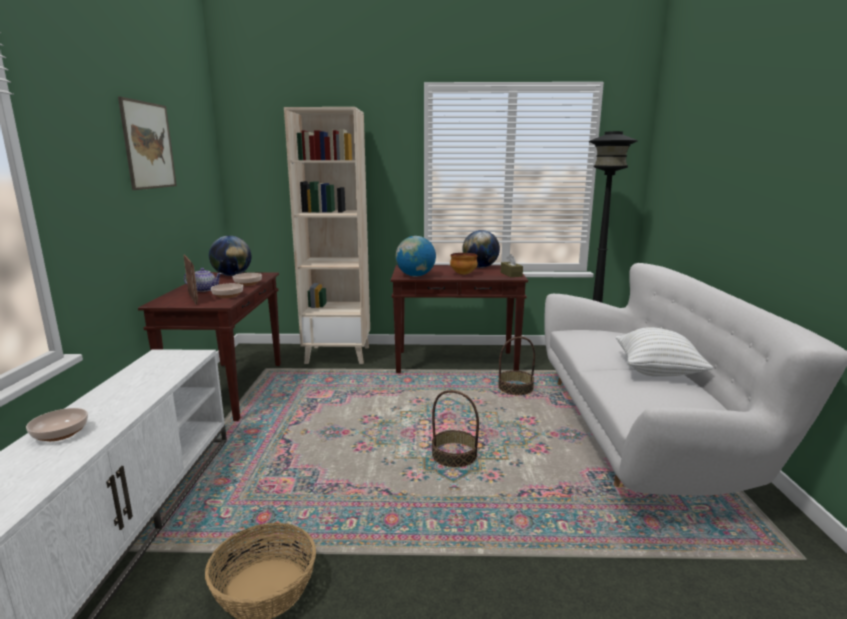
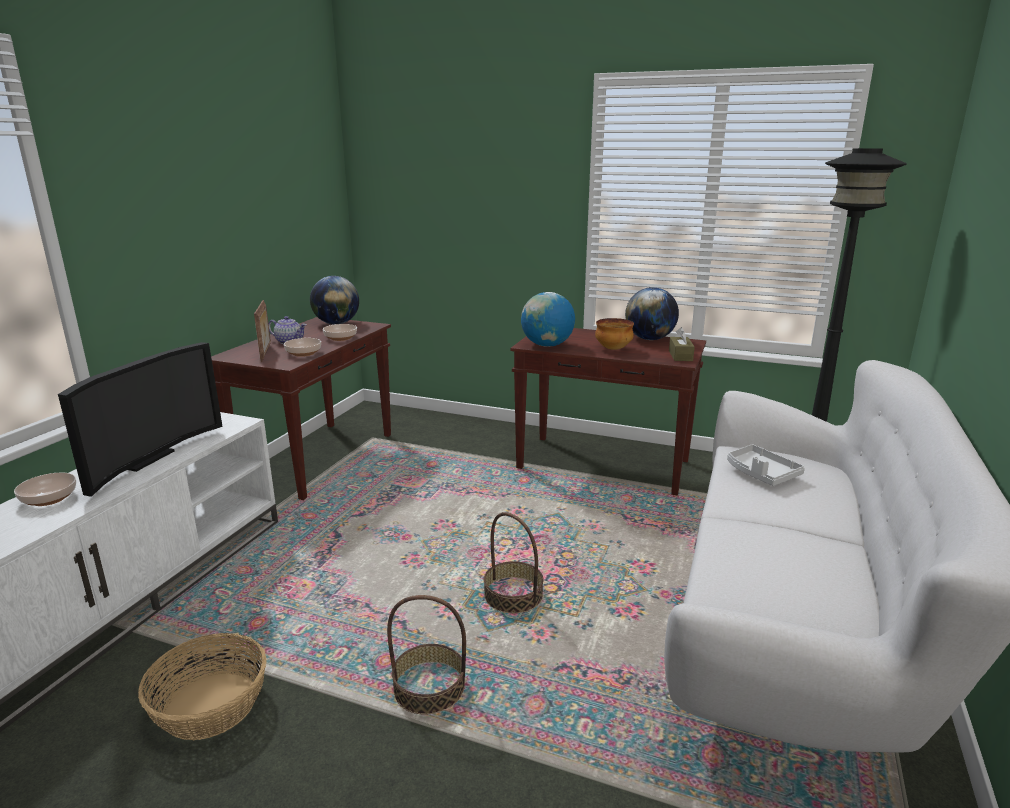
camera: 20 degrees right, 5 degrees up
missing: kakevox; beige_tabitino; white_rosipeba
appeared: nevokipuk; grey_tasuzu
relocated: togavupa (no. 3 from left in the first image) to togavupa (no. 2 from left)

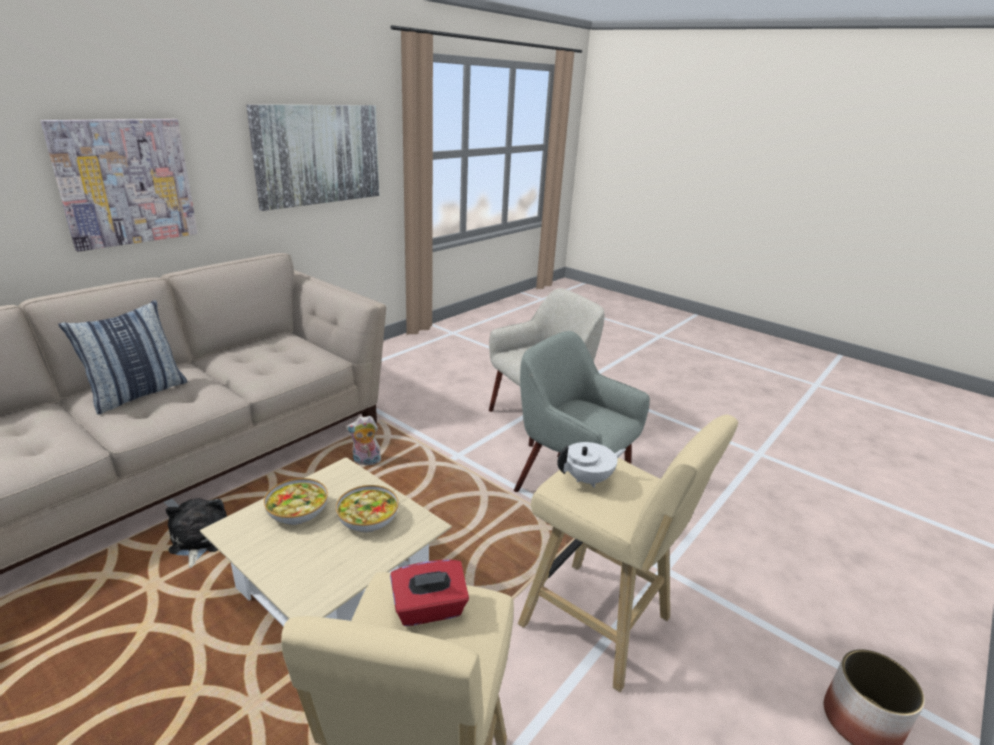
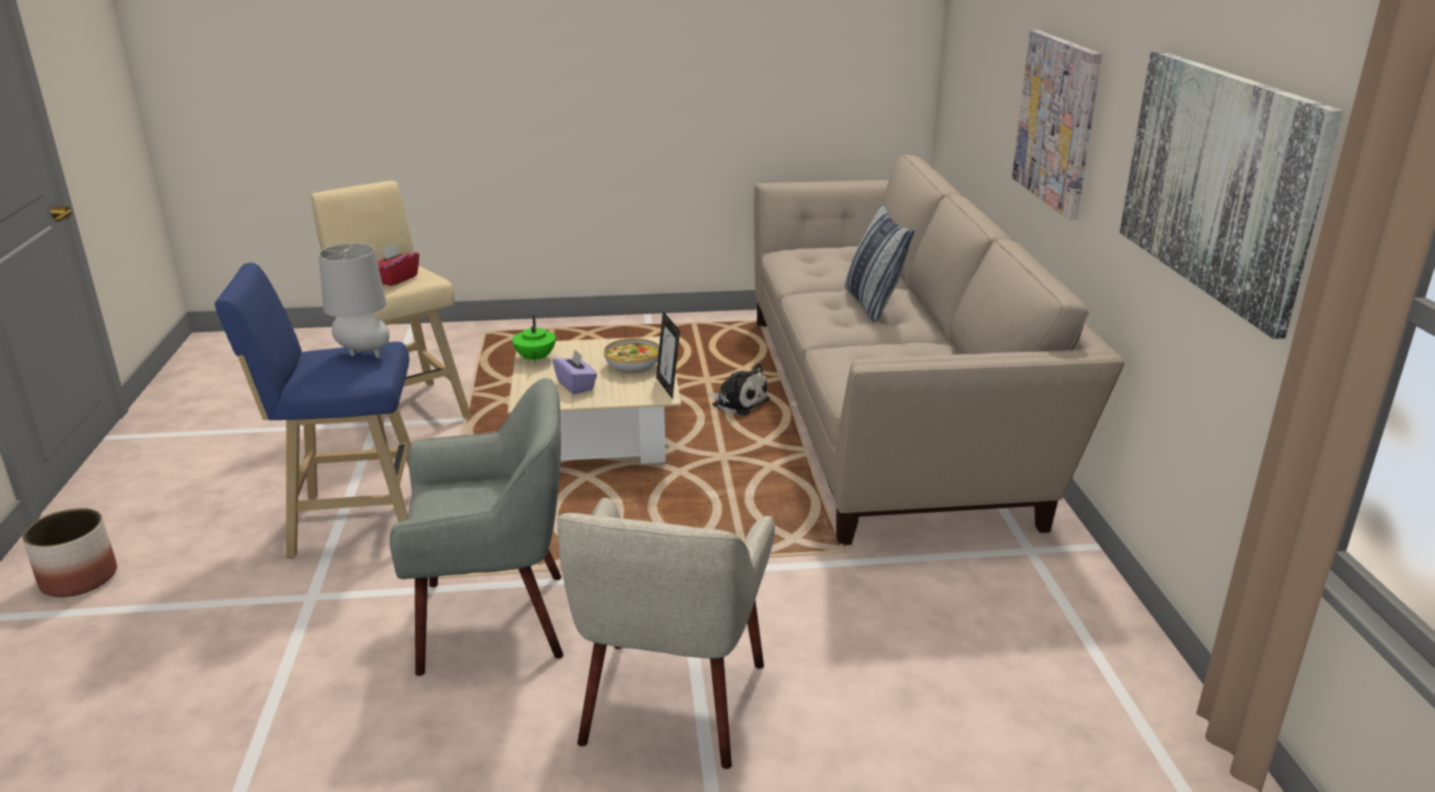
camera: 135 degrees right, 0 degrees up
missing: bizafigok (no. 2 from left)
appeared: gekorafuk; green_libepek
exchanged: white_libepek to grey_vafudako; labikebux (no. 2 from left) to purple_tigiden
colour: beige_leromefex (no. 2 from left) to blue_leromefex

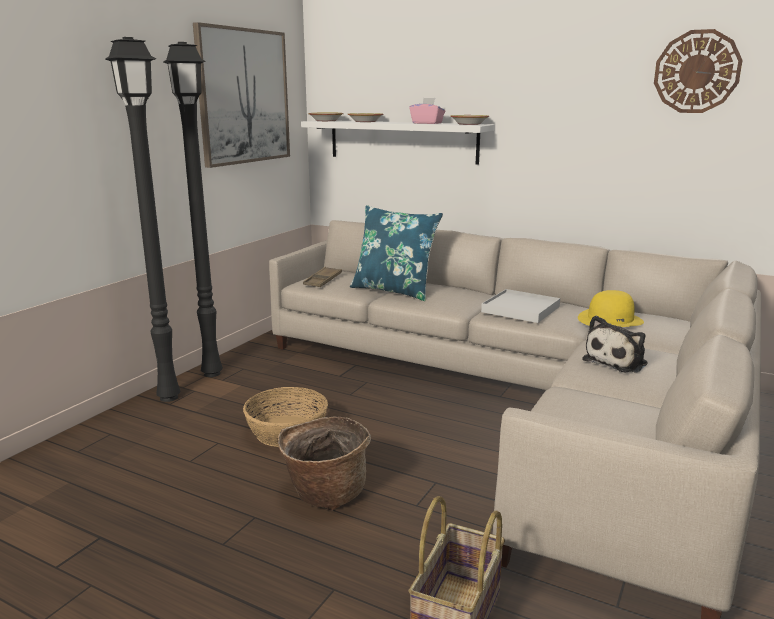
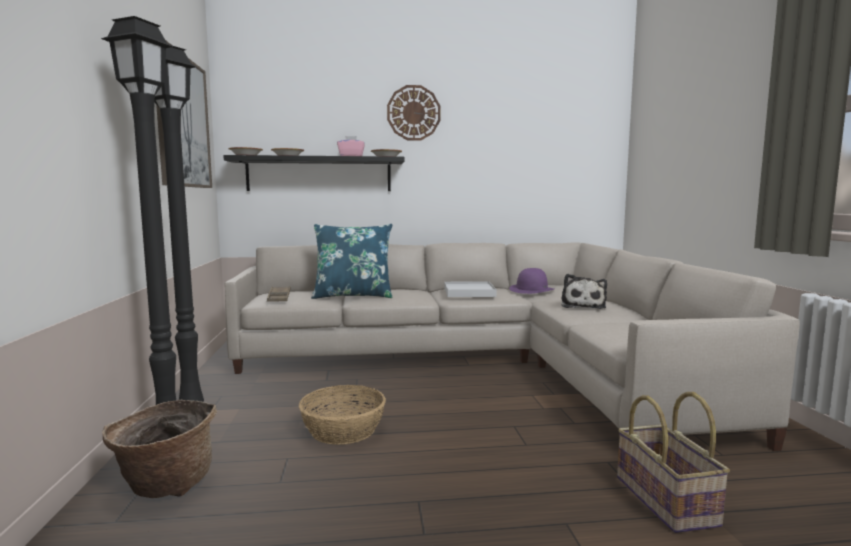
camera: 35 degrees left, 10 degrees down
relocated: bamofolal; togavupa (no. 2 from left in the first image) to togavupa (no. 1 from left)
colour: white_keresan to black_keresan; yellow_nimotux to purple_nimotux

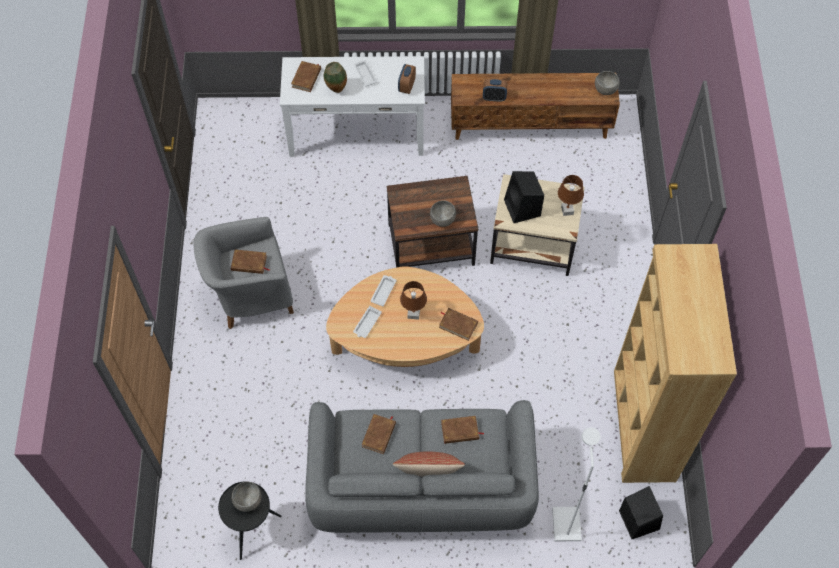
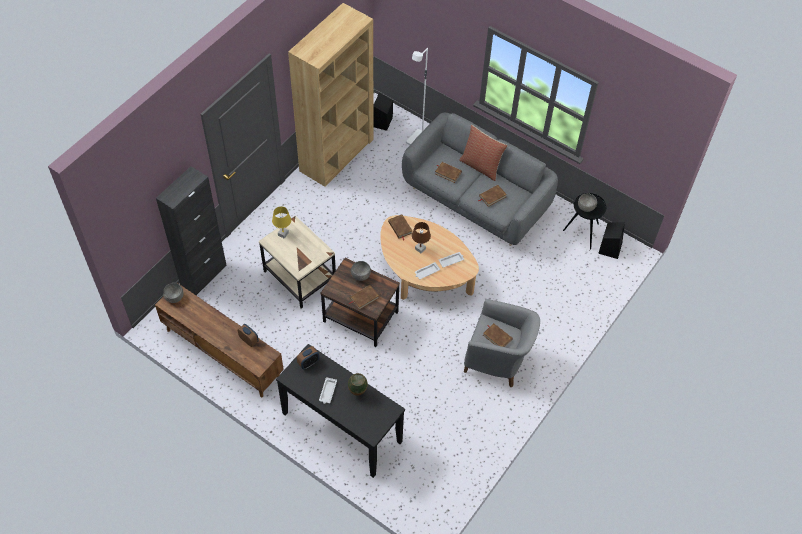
camera: 145 degrees left, 5 degrees down
appeared: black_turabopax
relocated: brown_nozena (no. 2 from left in the first image) to brown_nozena (no. 1 from left); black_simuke (no. 1 from left in the first image) to black_simuke (no. 2 from left)
colour: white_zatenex to black_zatenex; brown_vafudako (no. 2 from left) to yellow_vafudako

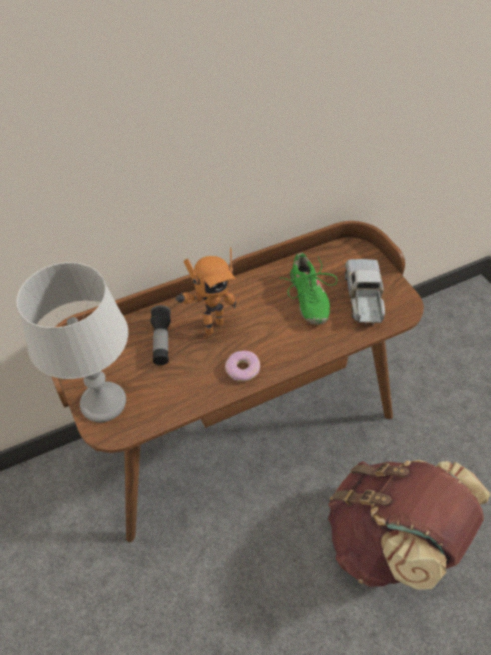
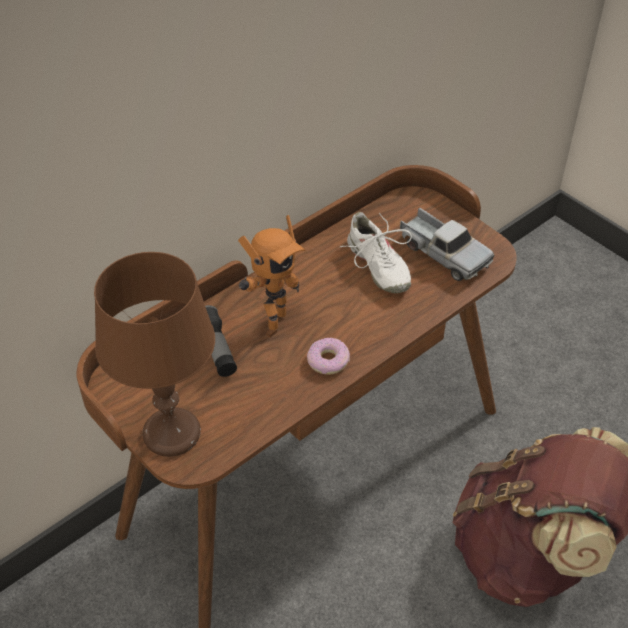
camera: 15 degrees left, 5 degrees down
colour: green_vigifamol to white_vigifamol; grey_vafudako to brown_vafudako
spun: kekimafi 150 degrees clockwise

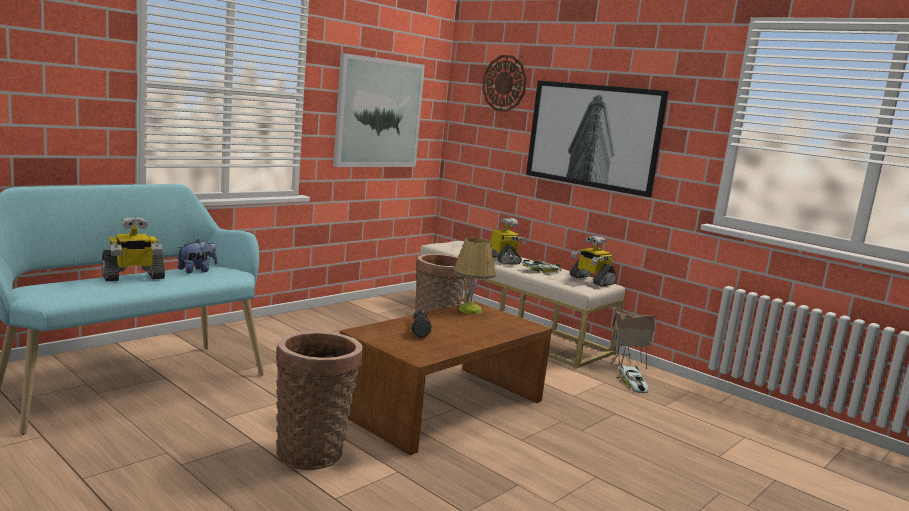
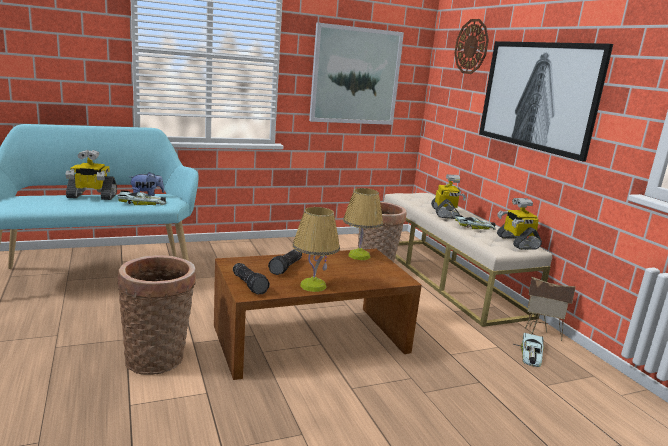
camera: 25 degrees right, 5 degrees up
appeared: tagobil (no. 1 from left); vafudako (no. 1 from left); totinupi (no. 1 from left)

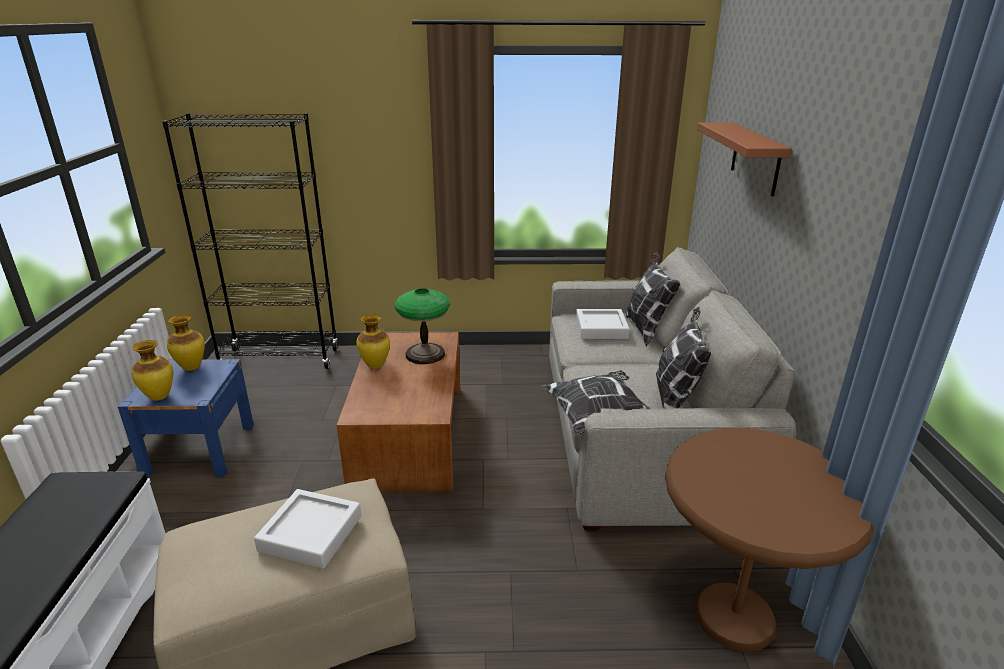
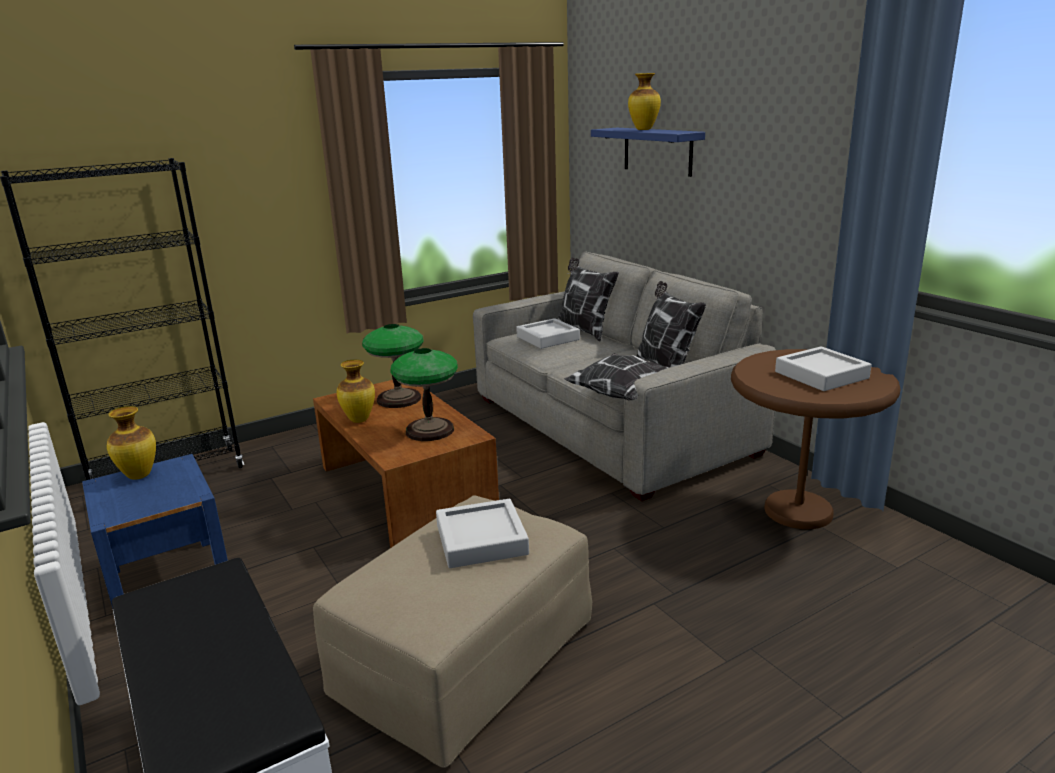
camera: 30 degrees left, 5 degrees down
appeared: grey_tasuzu (no. 3 from left); vafudako (no. 2 from left)
relocated: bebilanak (no. 1 from left in the first image) to bebilanak (no. 3 from left)
colour: brown_keresan to blue_keresan

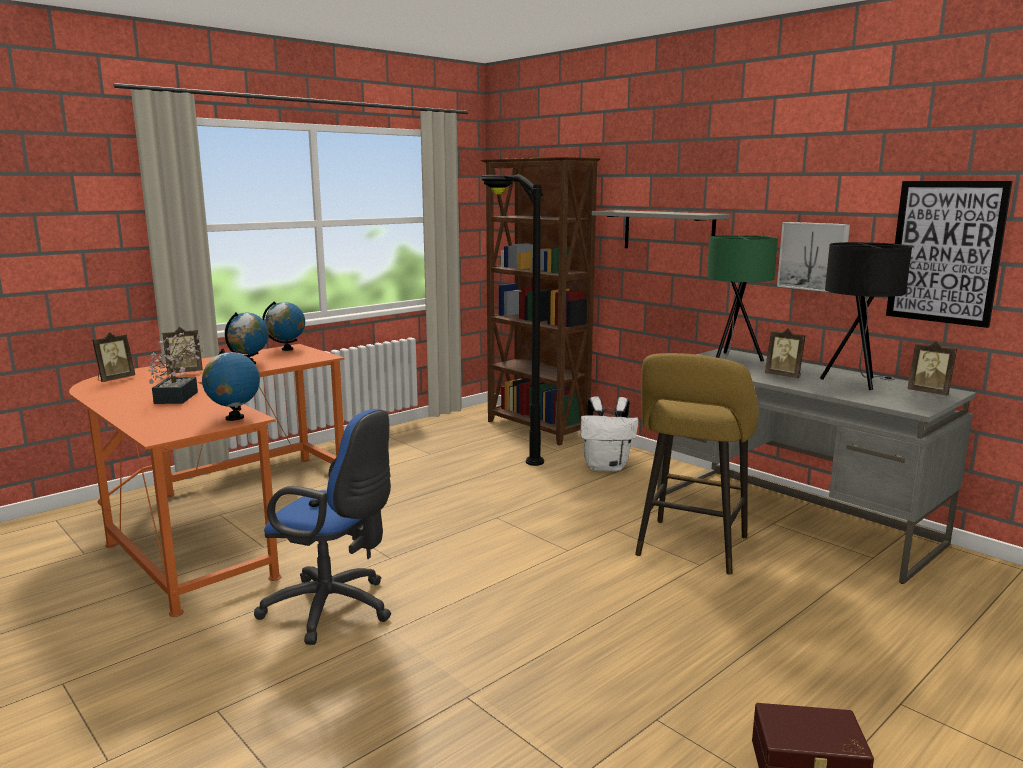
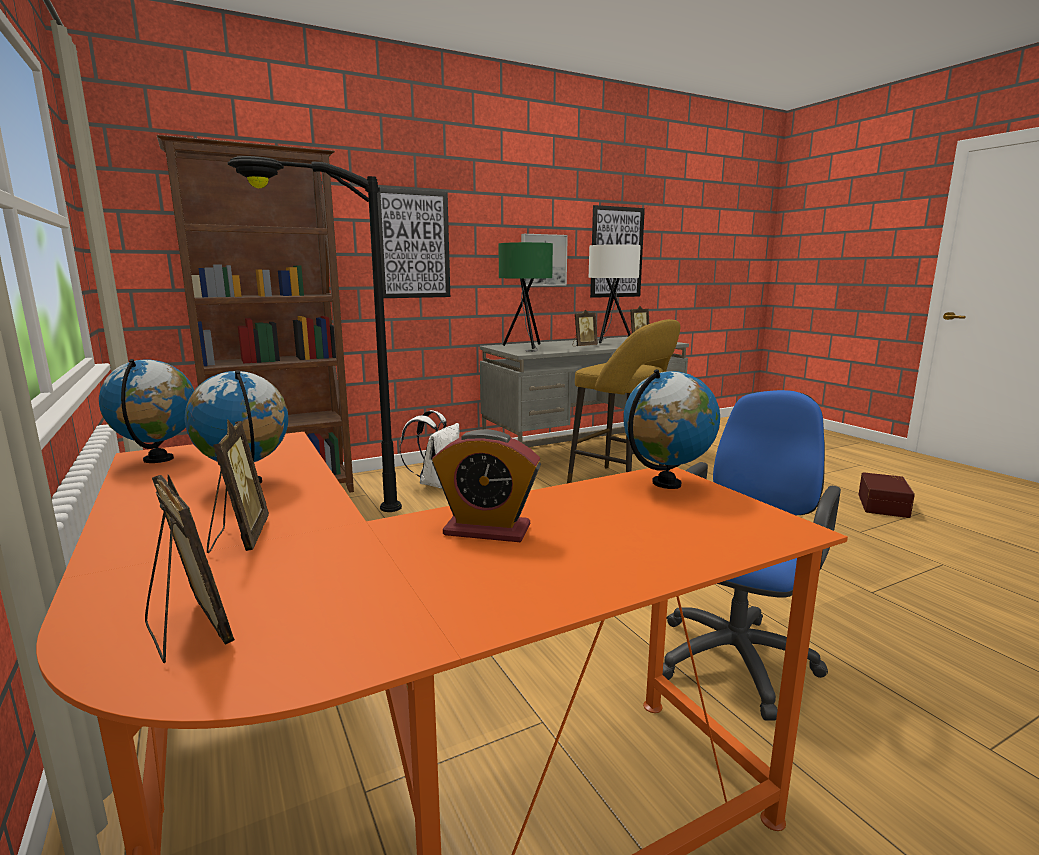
camera: 75 degrees left, 0 degrees up
exchanged: grey_keresan to kakevox (no. 1 from left); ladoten to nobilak
colour: black_vafudako to white_vafudako

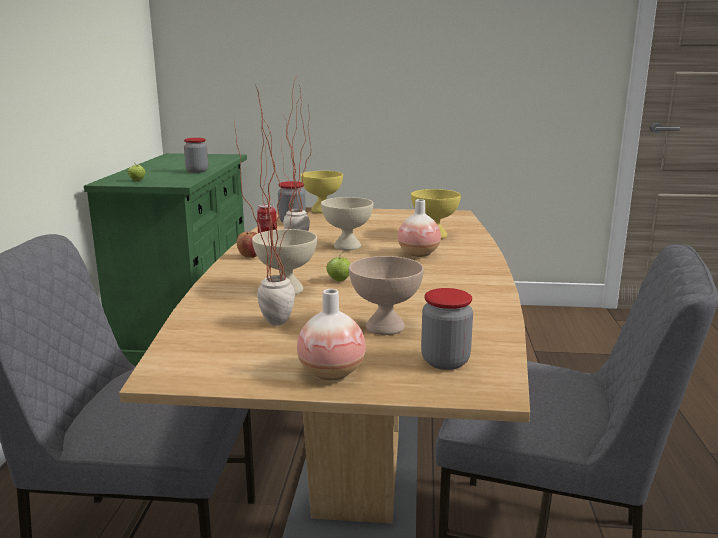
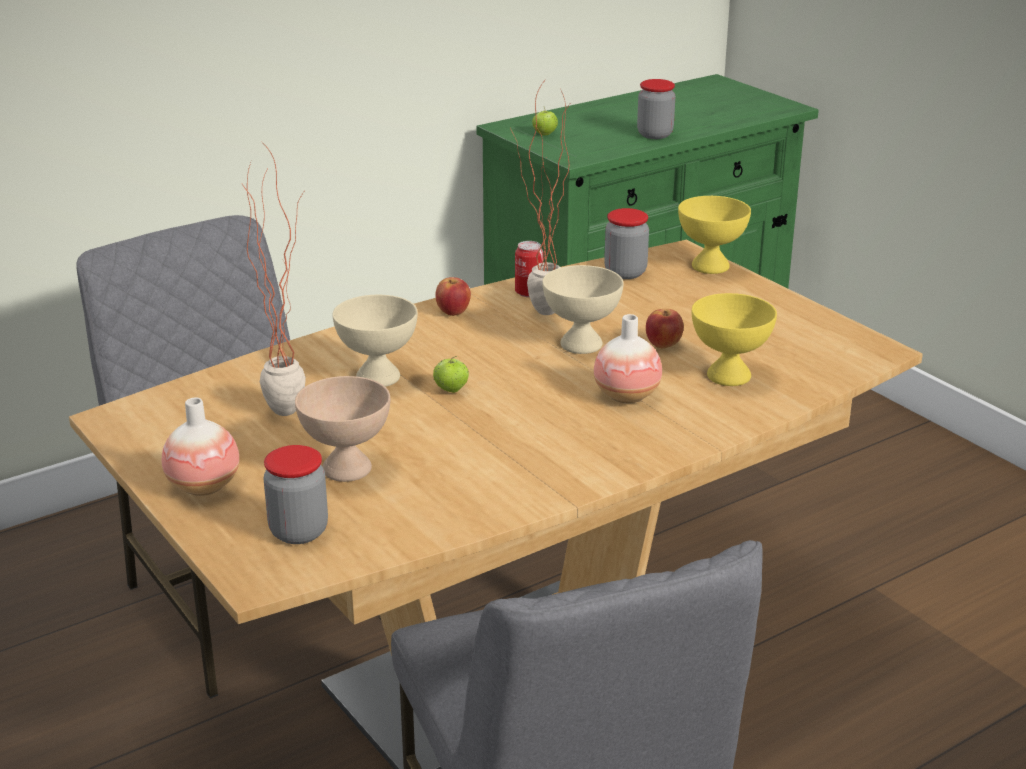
camera: 50 degrees right, 10 degrees up
appeared: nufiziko (no. 4 from left)

